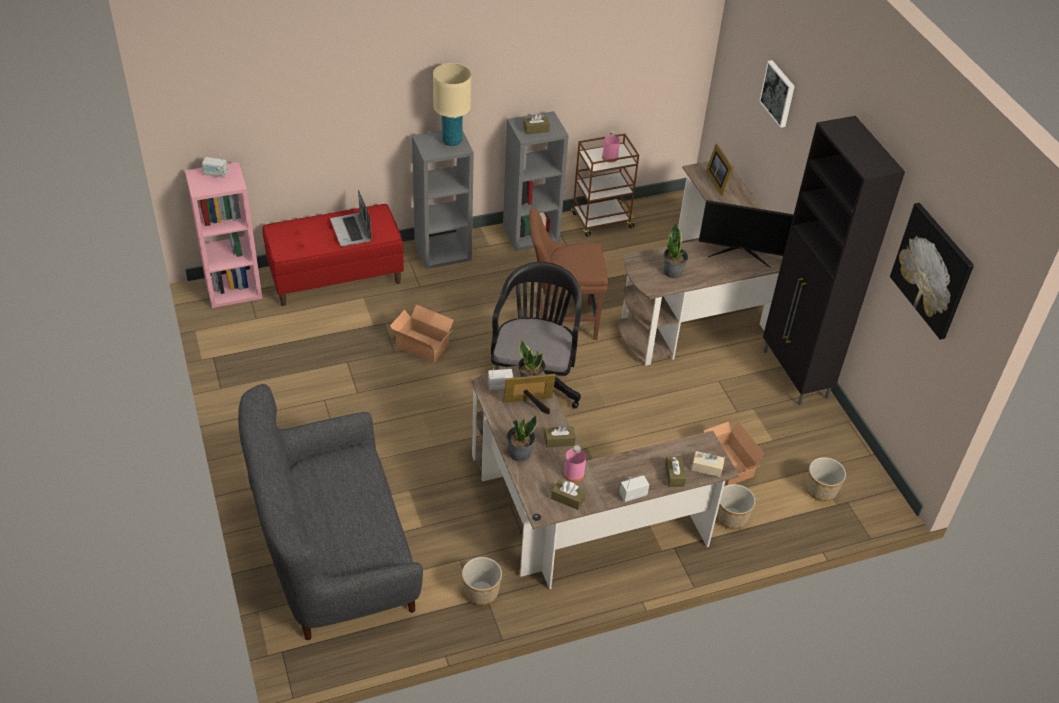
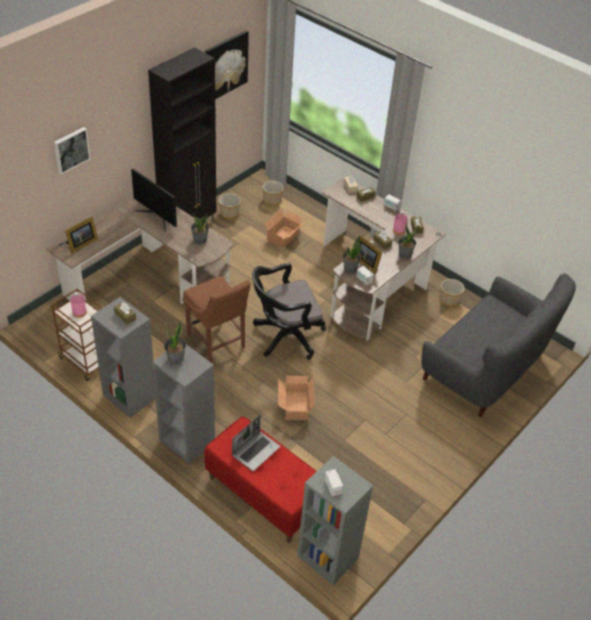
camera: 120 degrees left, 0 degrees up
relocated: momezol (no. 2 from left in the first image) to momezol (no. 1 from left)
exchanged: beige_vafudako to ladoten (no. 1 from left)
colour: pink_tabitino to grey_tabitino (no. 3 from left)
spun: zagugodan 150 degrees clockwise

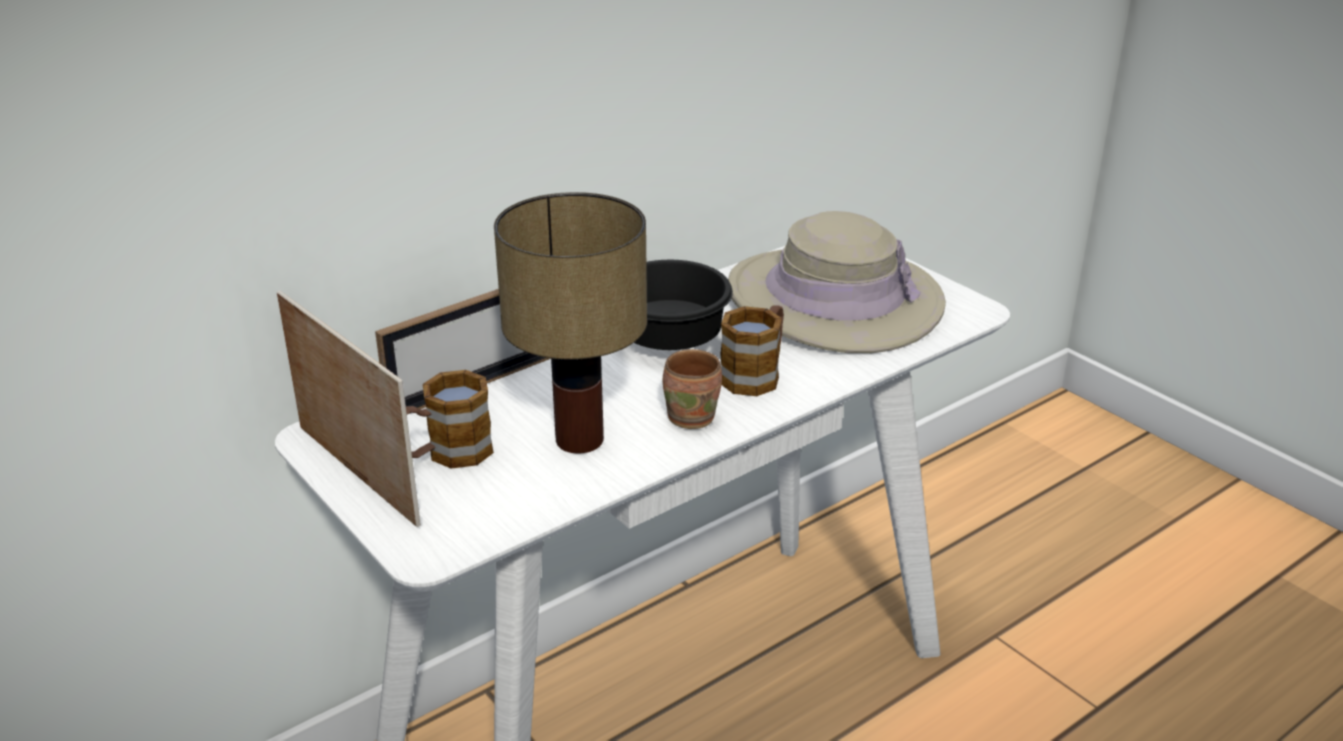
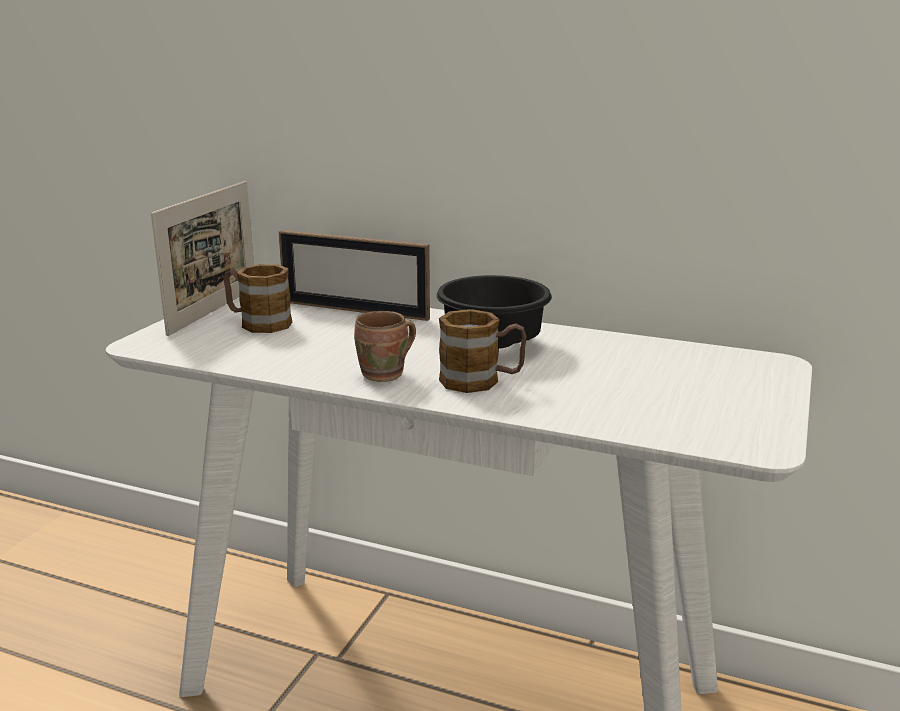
camera: 60 degrees right, 10 degrees down
missing: vafudako; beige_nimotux

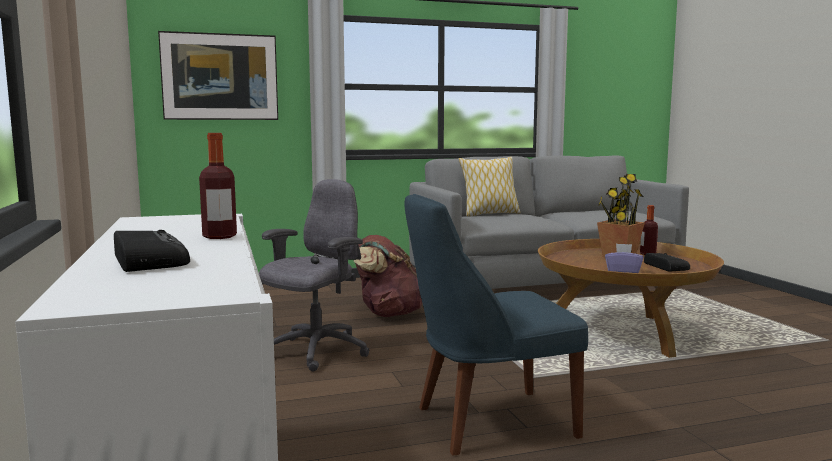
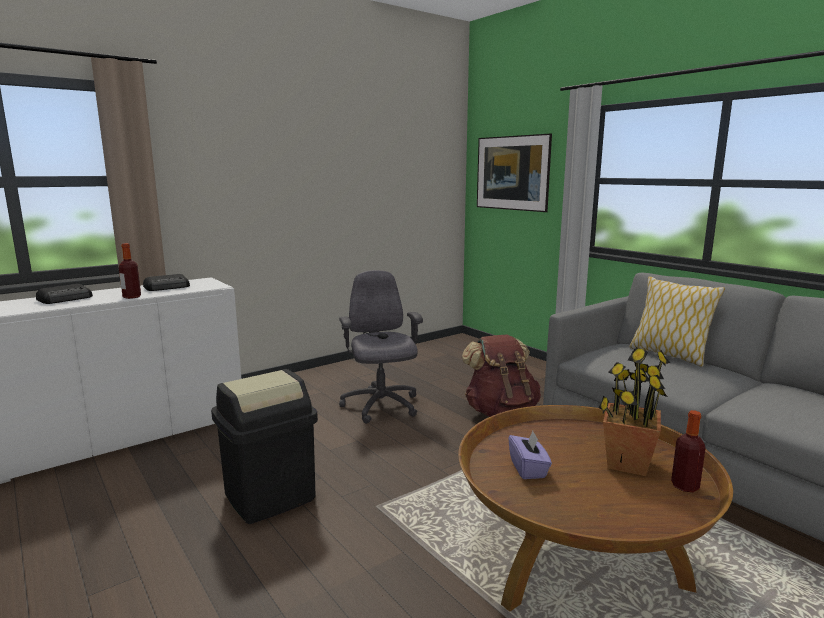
camera: 70 degrees right, 5 degrees up
relocated: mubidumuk (no. 2 from left)
exchanged: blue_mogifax to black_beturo
spun: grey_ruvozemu 120 degrees counterclockwise

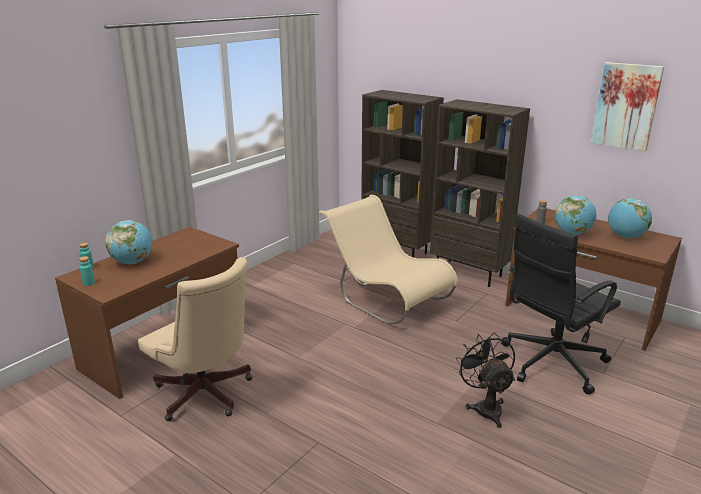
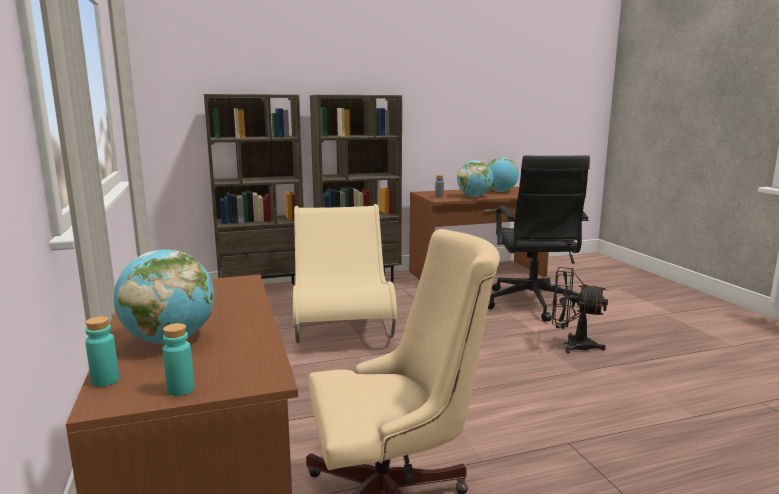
camera: 55 degrees left, 10 degrees down
missing: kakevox
spun: beige_mogifax 90 degrees clockwise

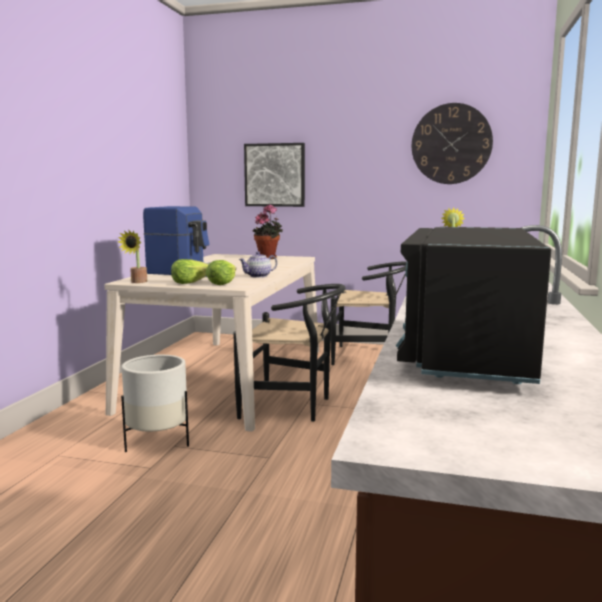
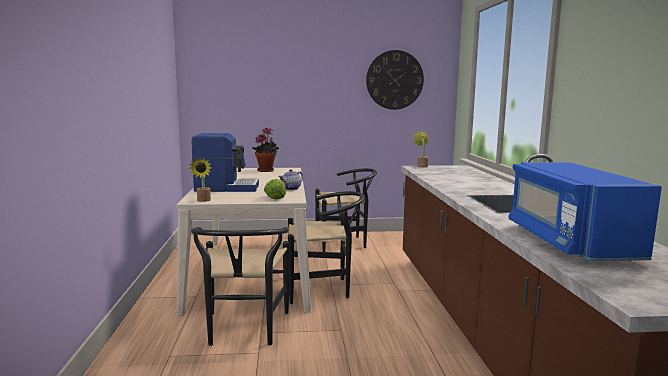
camera: 20 degrees left, 0 degrees up
missing: kakevox; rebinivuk (no. 1 from left)
exchanged: white_momezol to black_mogifax (no. 1 from left)
colour: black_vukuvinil to blue_vukuvinil

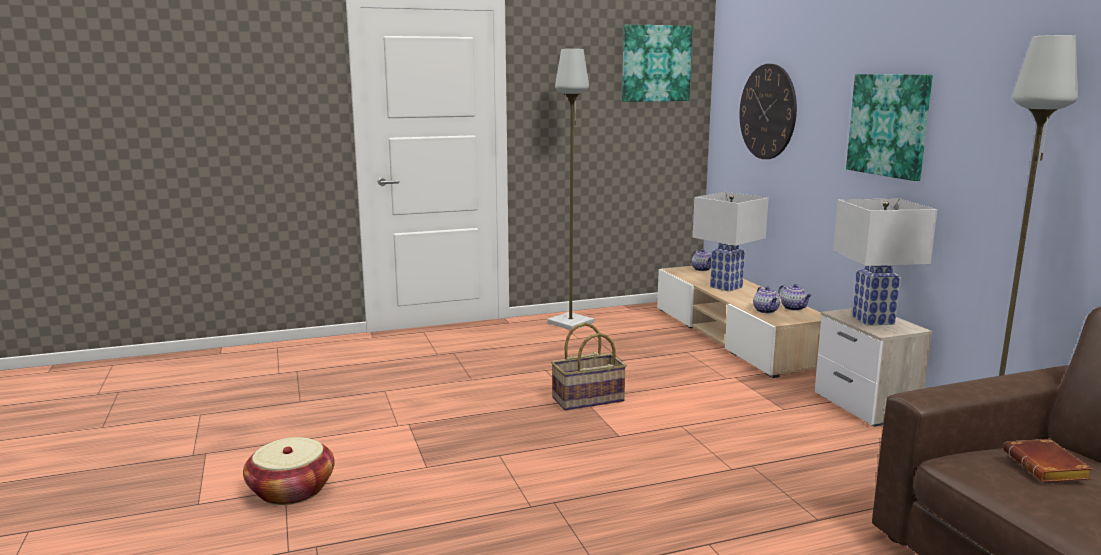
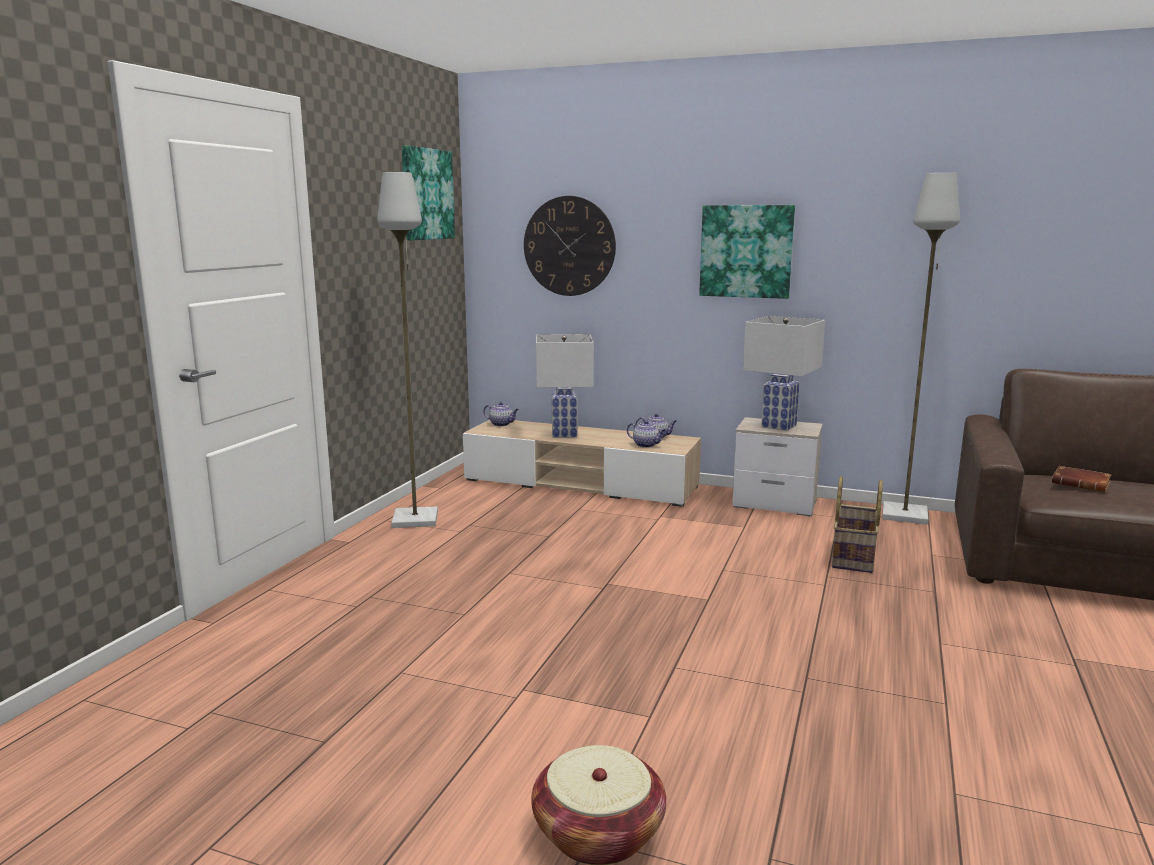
camera: 50 degrees left, 0 degrees up
relocated: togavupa (no. 2 from left)

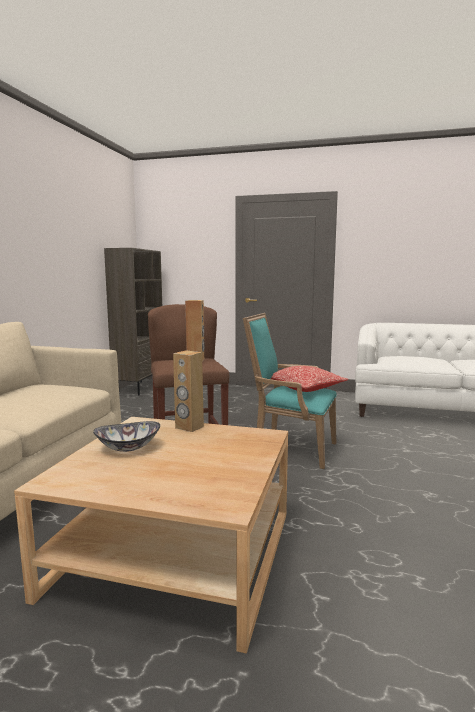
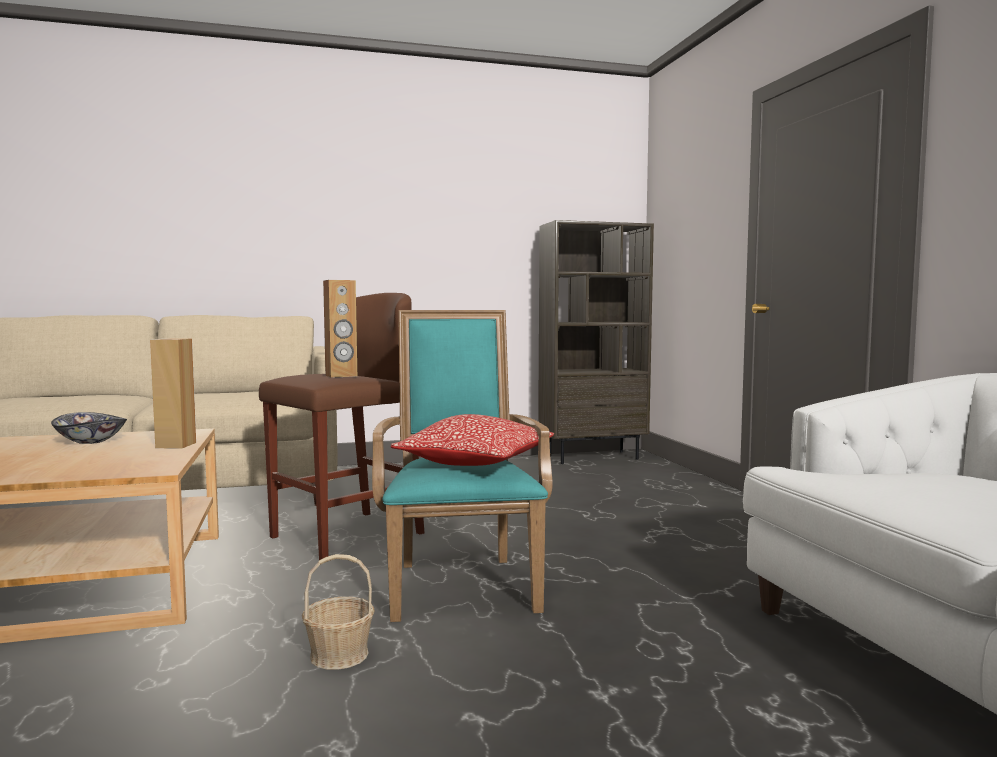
camera: 60 degrees right, 5 degrees down
appeared: togavupa

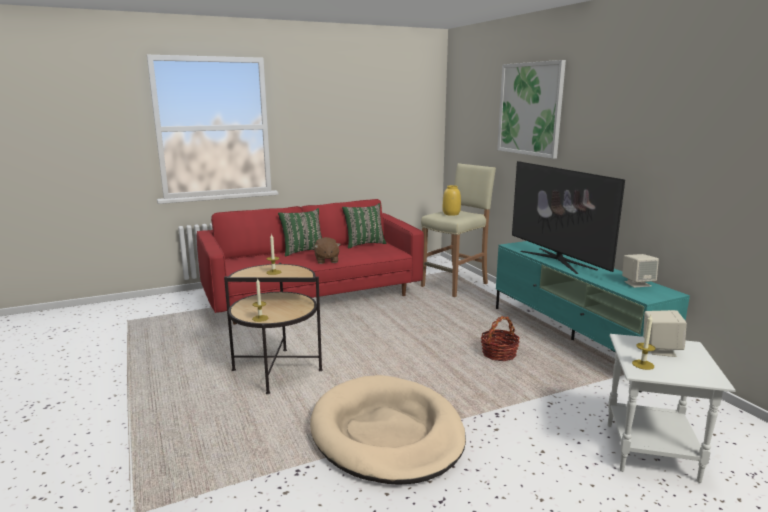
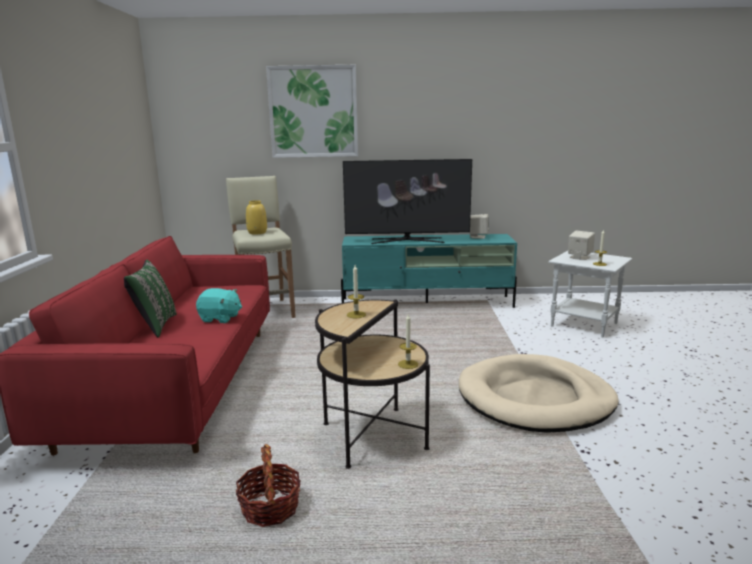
camera: 65 degrees left, 0 degrees up
missing: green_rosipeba (no. 2 from left)
relocated: togavupa
colour: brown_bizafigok to turquoise_bizafigok

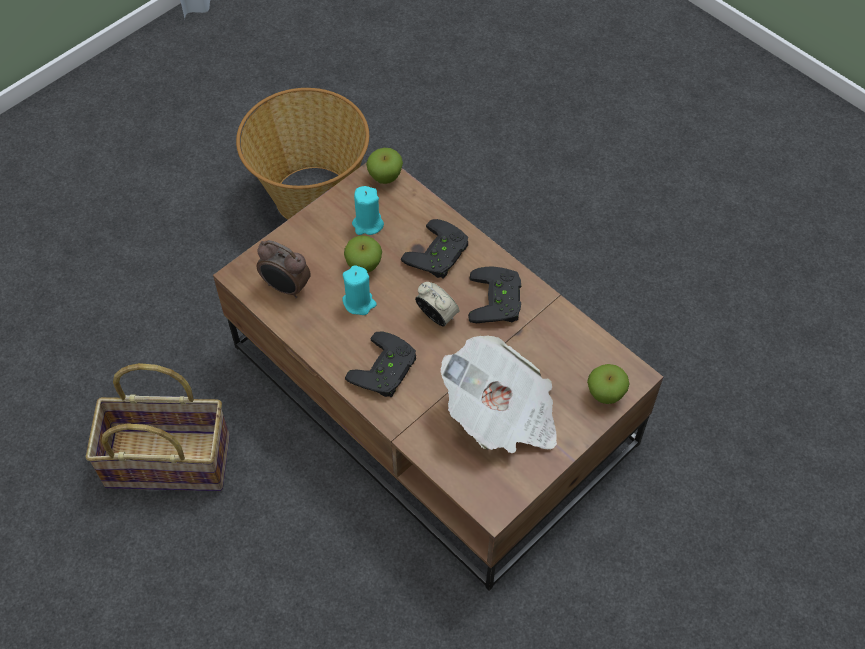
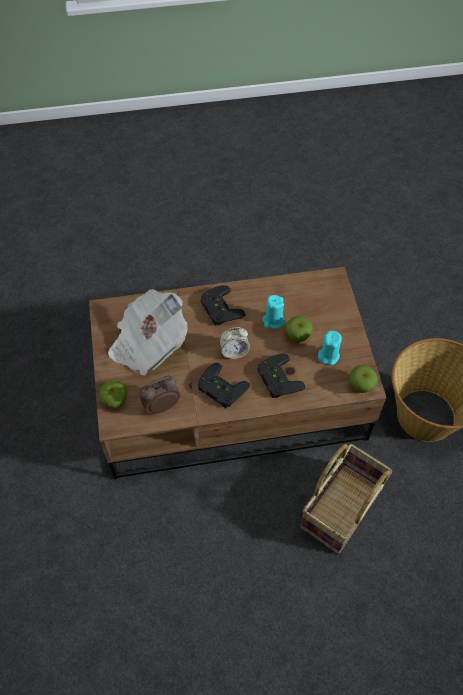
camera: 125 degrees right, 0 degrees up
relocated: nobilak (no. 1 from left); togavupa (no. 1 from left)

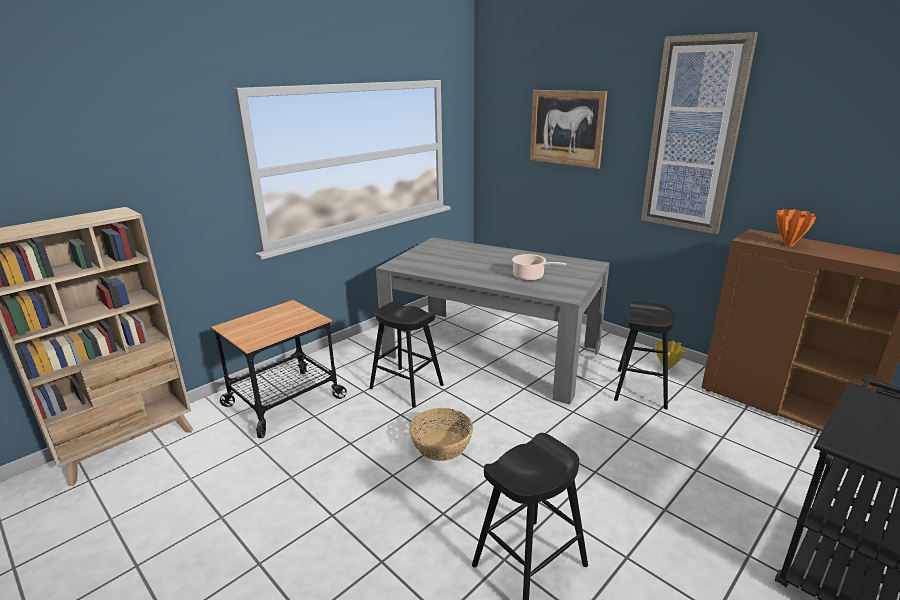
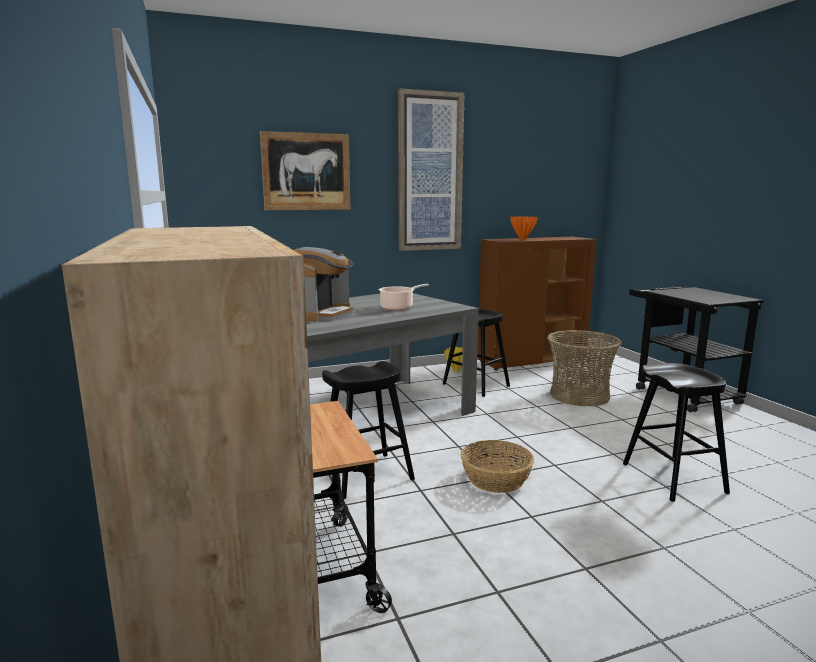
camera: 65 degrees left, 10 degrees down
appeared: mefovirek; togavupa (no. 2 from left)

